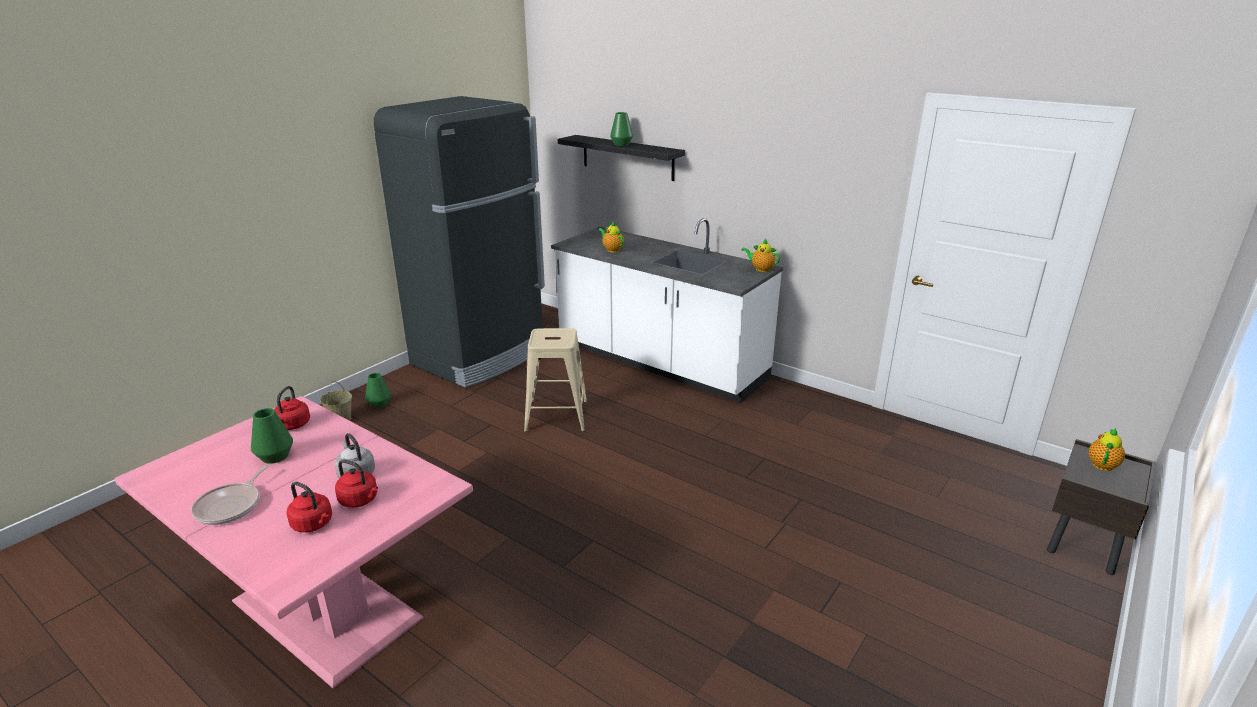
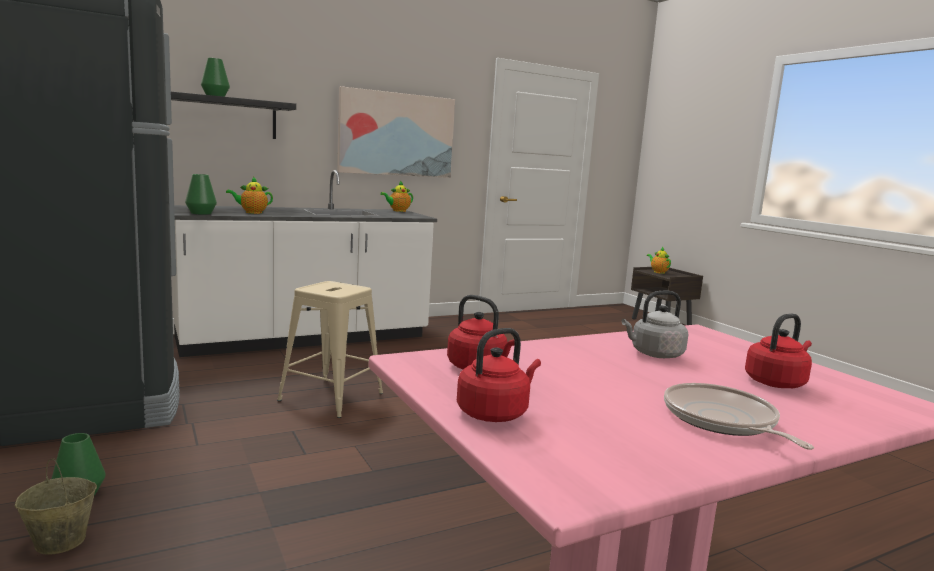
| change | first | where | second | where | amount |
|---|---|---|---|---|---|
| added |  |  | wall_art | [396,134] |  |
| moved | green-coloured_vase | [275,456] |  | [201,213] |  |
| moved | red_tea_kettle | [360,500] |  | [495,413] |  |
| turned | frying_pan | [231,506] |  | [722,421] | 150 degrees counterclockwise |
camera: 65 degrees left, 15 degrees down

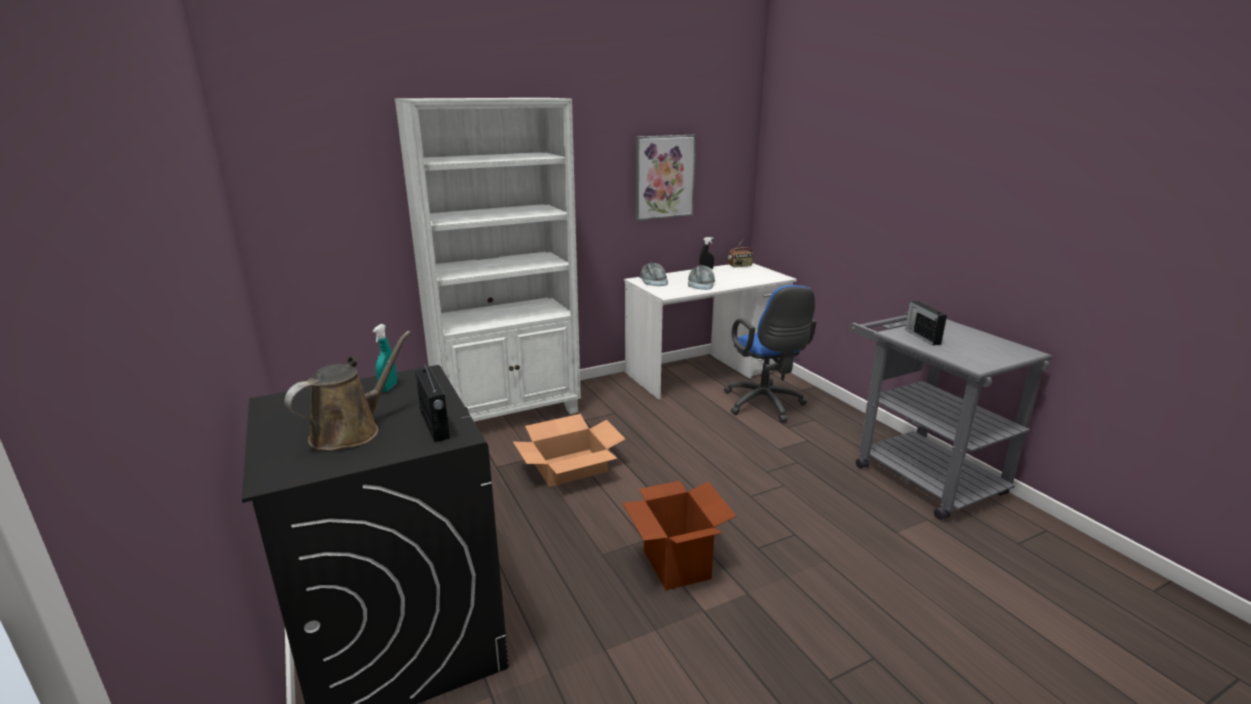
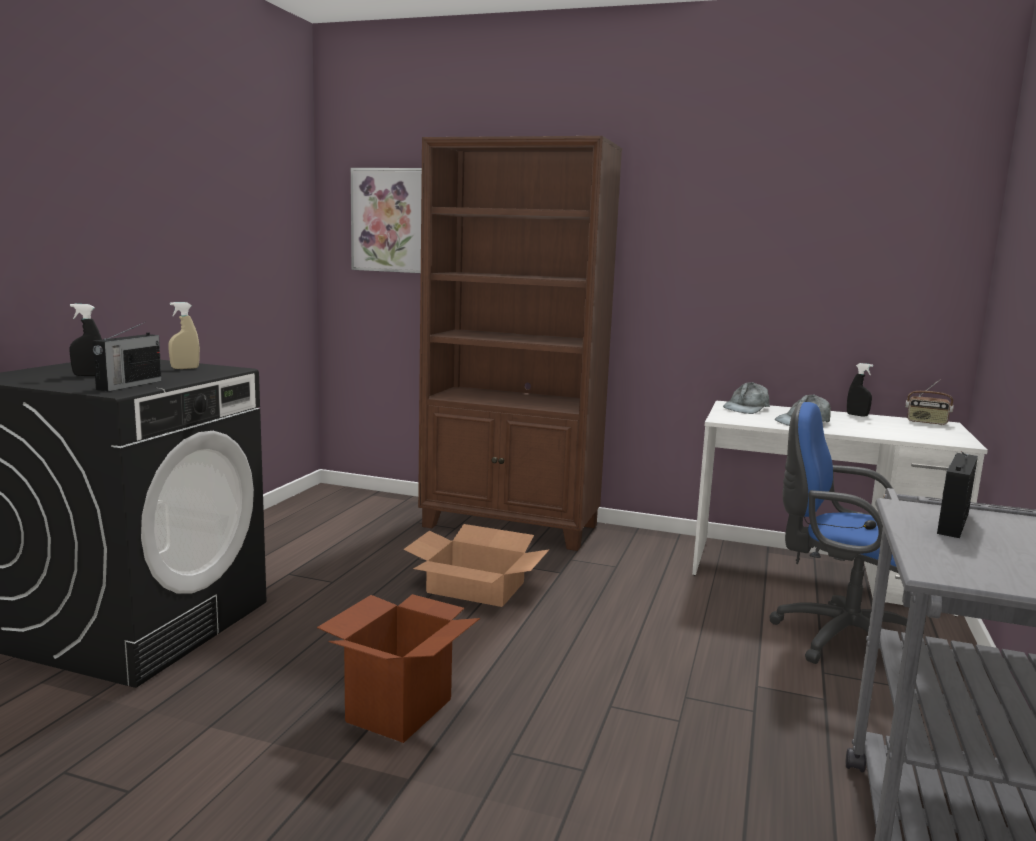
| change | first | where | second | where | amount |
|---|---|---|---|---|---|
| moved | wall_art | [664,177] |  | [390,220] |  |
| replaced | brown-coloured_sprinkling_can | [351,431] | blackish_sprayer | [88,375] |  |
| recoloured | blue-green_sprayer | [388,388] | beige_sprayer | [185,368] |  |
| recoloured | white-coloured_bookshelf | [509,413] | brown-coloured_bookshelf | [511,526] |  |
| turned | blue-coloured_computer_chair | [765,406] |  | [837,638] | 90 degrees clockwise |
camera: 45 degrees right, 10 degrees down

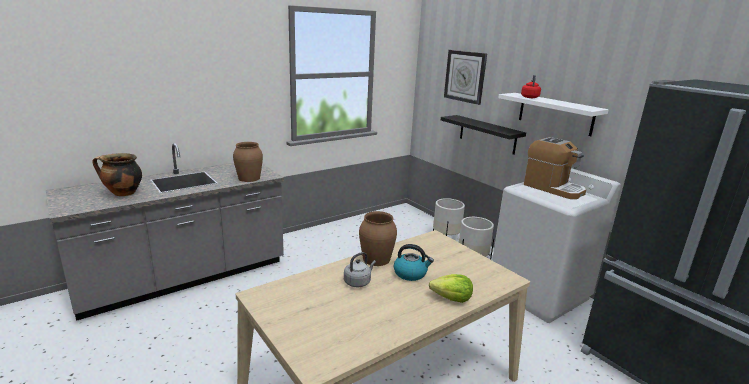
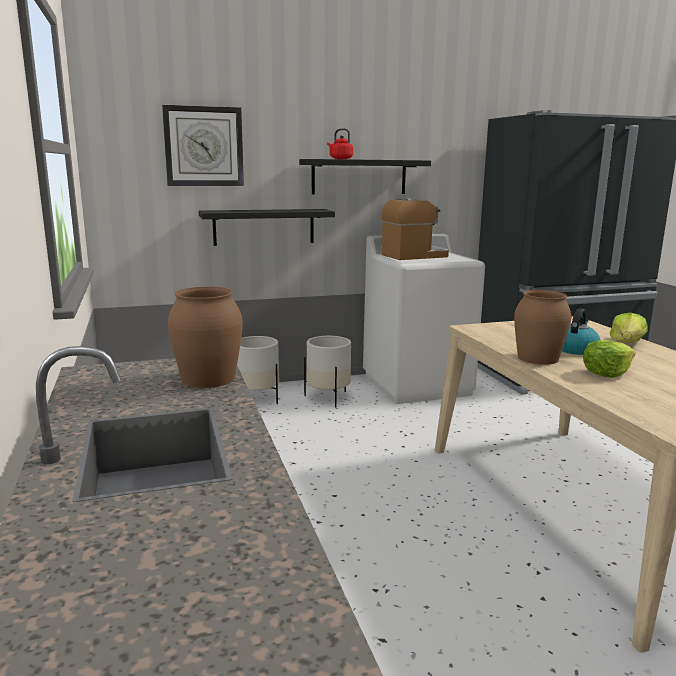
| change | first | where | second | where | amount |
|---|---|---|---|---|---|
| removed | cooking_pot | [123,193] |  |  |  |
| replaced | gray_tea_kettle | [358,282] | lettuce_head | [606,373] |  |
| recoloured | white-coloured_bracket_shelf | [555,114] | blackish_bracket_shelf | [359,177] |  |
camera: 70 degrees left, 5 degrees down

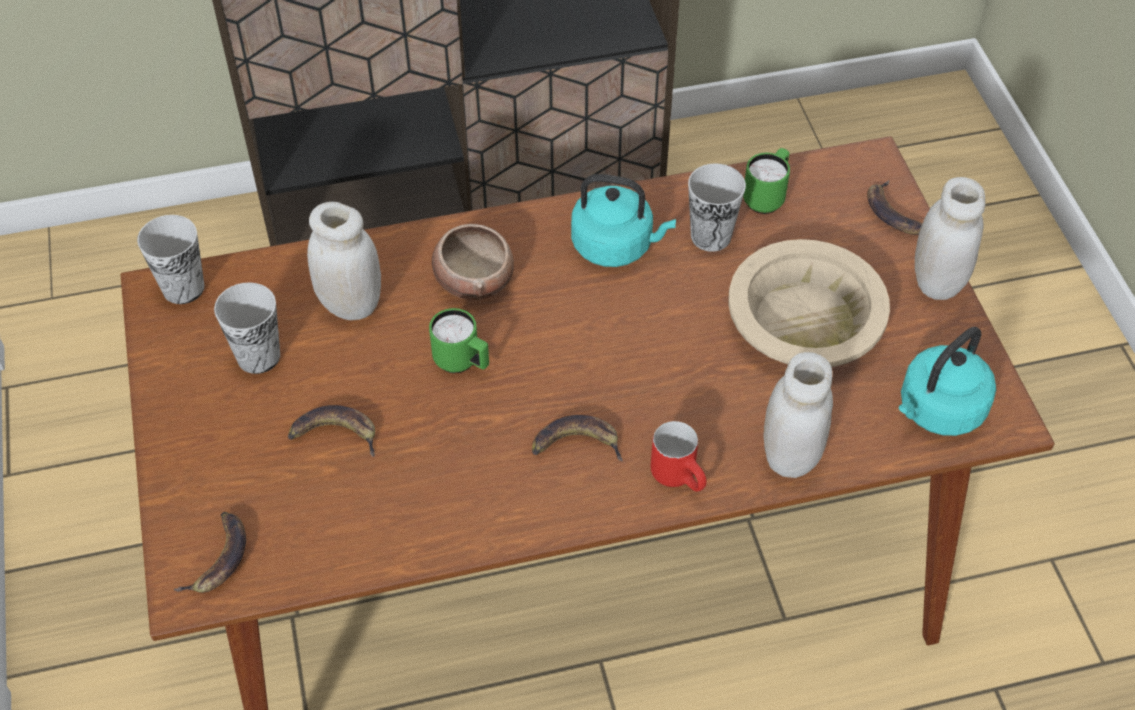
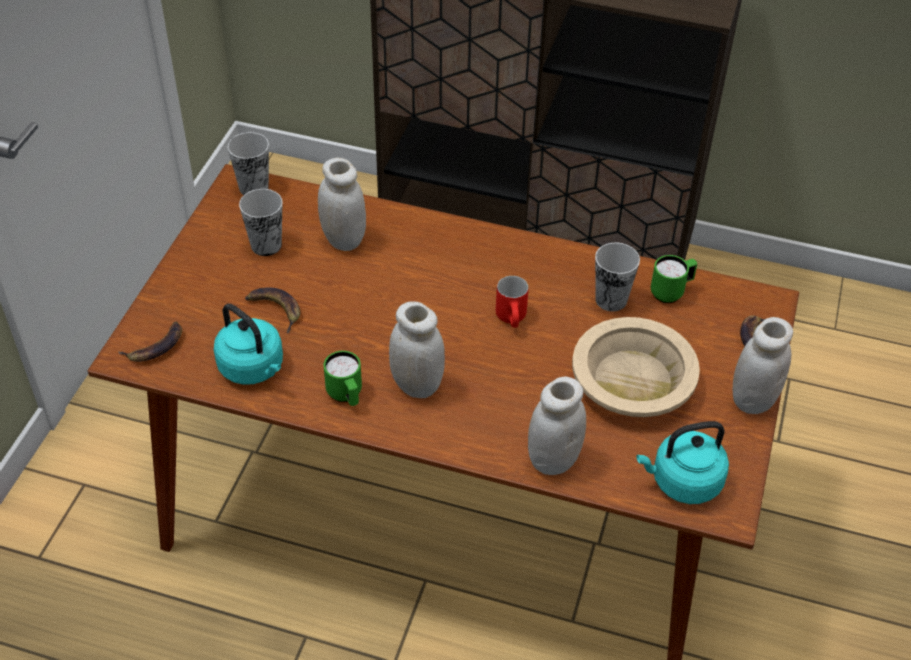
| change | first | where | second | where | amount |
|---|---|---|---|---|---|
| removed | deep_dish | [474,279] |  |  |  |
| moved | green-coloured_tea_mug | [462,363] |  | [346,396] |  |
| moved | blue-green_tea_kettle | [616,246] |  | [253,368] |  |
| moved | red_tea_mug | [681,476] |  | [514,319] |  |
| replaced | whole_banana | [576,444] | white-coloured_storage_jar | [417,385] |  |
camera: 30 degrees right, 5 degrees down

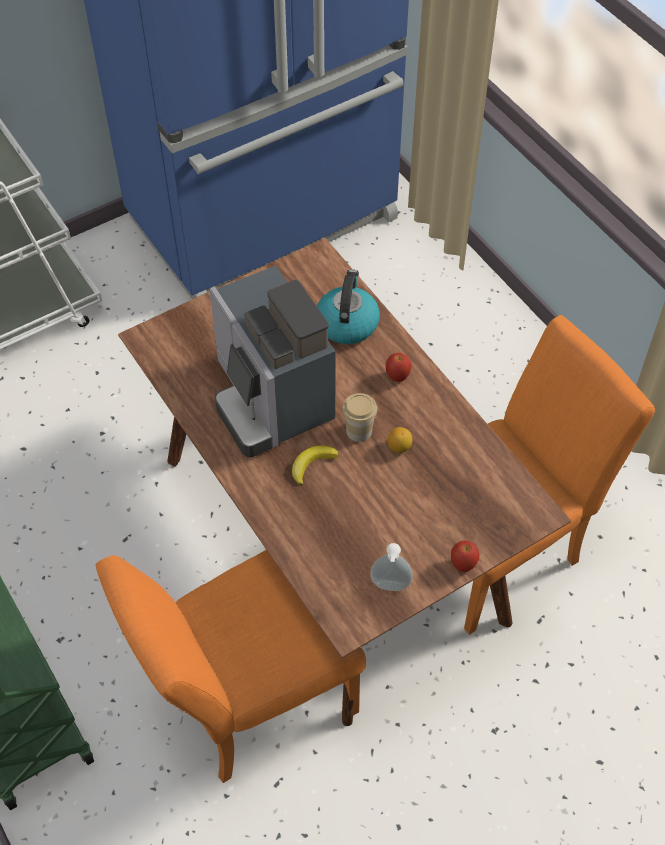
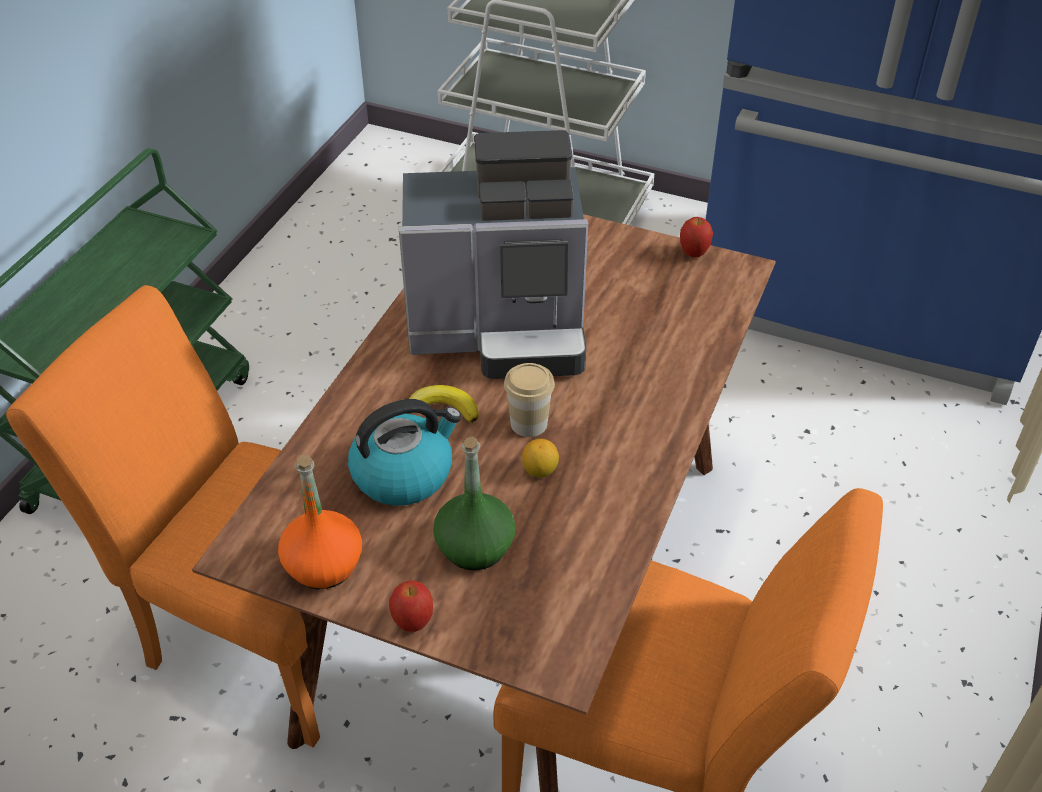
| change | first | where | second | where | amount |
|---|---|---|---|---|---|
| added |  |  | green-coloured_drink_bottle | [475,547] |  |
| moved | tea_kettle | [347,323] |  | [404,473] |  |
| moved | apple | [397,377] |  | [693,254] |  |
| replaced | soap_dispenser | [390,587] | orange_drink_bottle | [324,565] |  |
| turned | coffee_brewer | [270,399] |  | [502,331] | 120 degrees counterclockwise |
camera: 55 degrees right, 10 degrees down

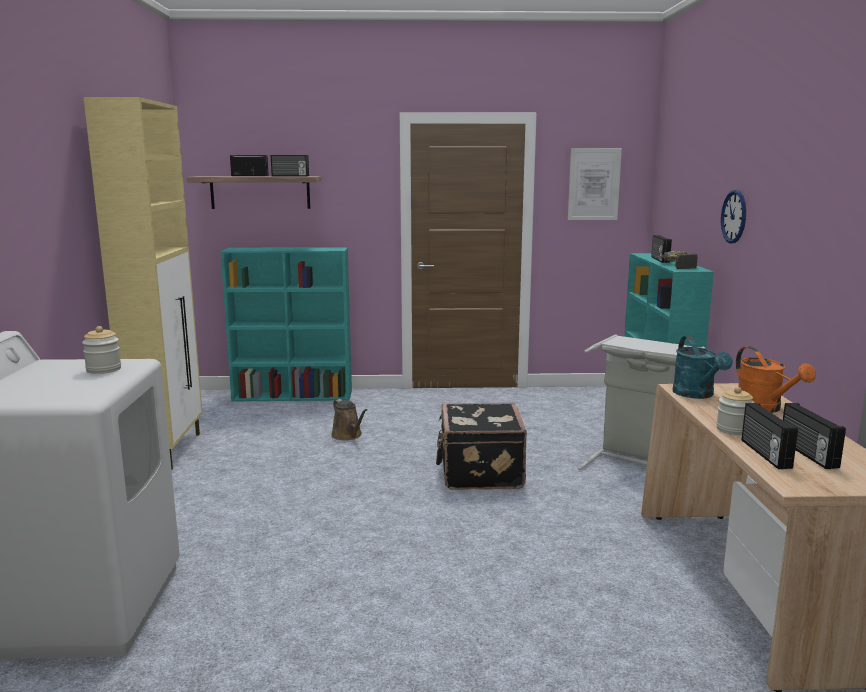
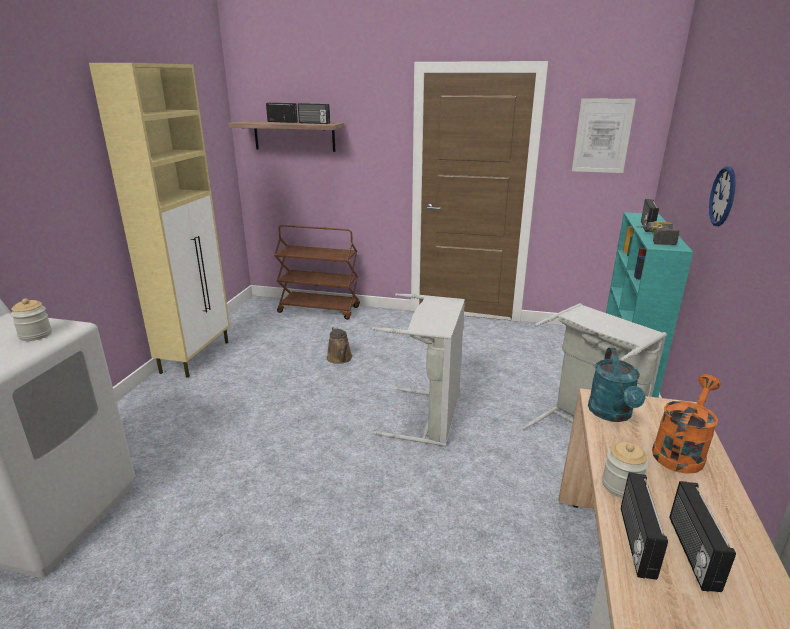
| change | first | where | second | where | amount |
|---|---|---|---|---|---|
| replaced | blue-green_bookshelf | [294,396] | brown-coloured_trolley | [320,310] |  |
| replaced | blackish_suitcase | [479,472] | gray_laundry_basket | [429,418] |  |
| turned | orange_sprinkling_can | [764,408] |  | [680,451] | 135 degrees counterclockwise |
camera: 15 degrees right, 10 degrees up

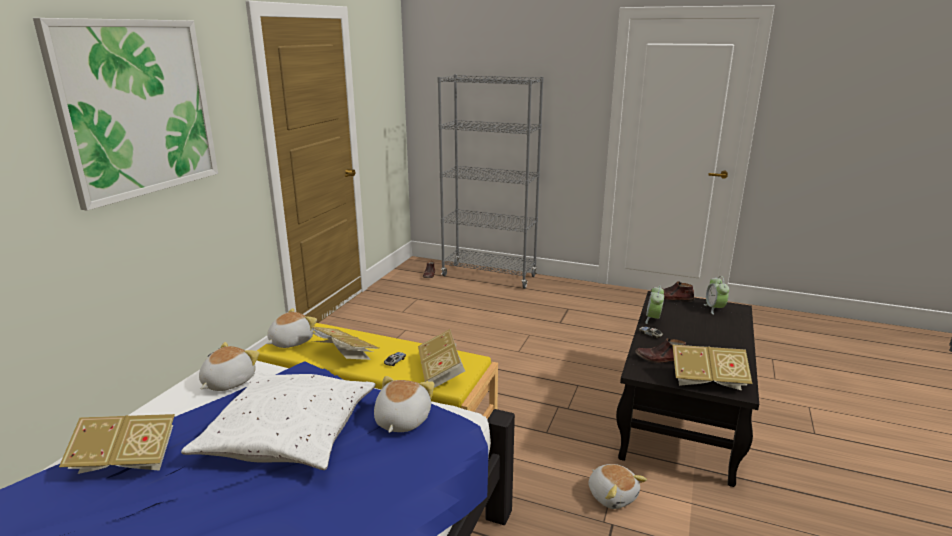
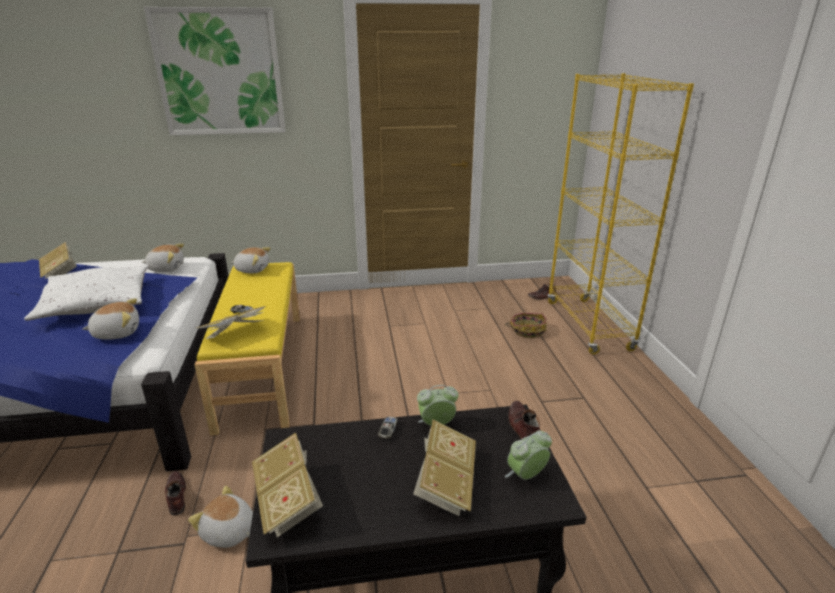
| change | first | where | second | where | amount |
|---|---|---|---|---|---|
| added |  |  | basket | [527,330] |  |
| moved | book | [344,355] |  | [445,483] |  |
| moved | brown-coloured_low_shoe | [660,359] |  | [176,496] |  |
| recoloured | gray_bookshelf | [489,276] | yellow-coloured_bookshelf | [588,325] |  |
| turned | soft_toy | [612,495] |  | [228,532] | 90 degrees clockwise |
camera: 60 degrees right, 5 degrees up

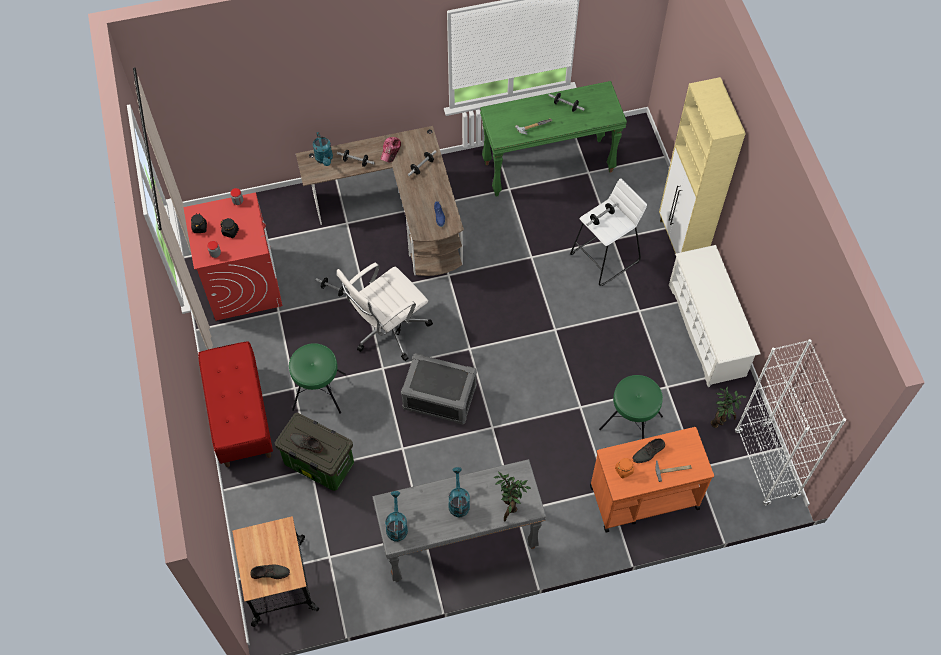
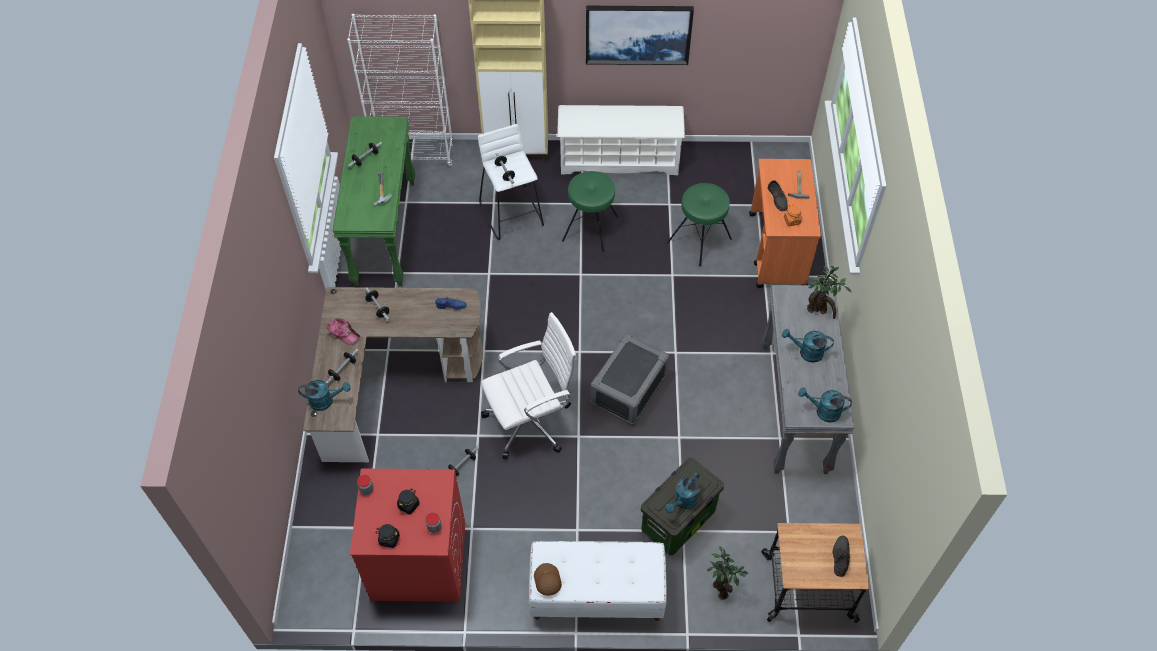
| change | first | where | second | where | amount |
|---|---|---|---|---|---|
| added |  |  | brown-coloured_peaked_cap | [547,581] |  |
| added |  |  | wall_art | [638,33] |  |
| moved | green-coloured_stool_seat | [319,392] |  | [590,228] |  |
| moved | potted_plant | [720,421] |  | [720,587] |  |
| moved | white-coloured_bookshelf | [765,464] |  | [414,155] |  |
| replaced | gray_low_shoe | [306,444] | blue-green_sprinkling_can | [683,502] |  |
| recoloured | red_bench | [240,415] | white-coloured_bench | [596,594] |  |
| turned | white-coloured_computer_chair | [388,329] |  | [531,421] | 90 degrees counterclockwise |
camera: 75 degrees left, 5 degrees down

